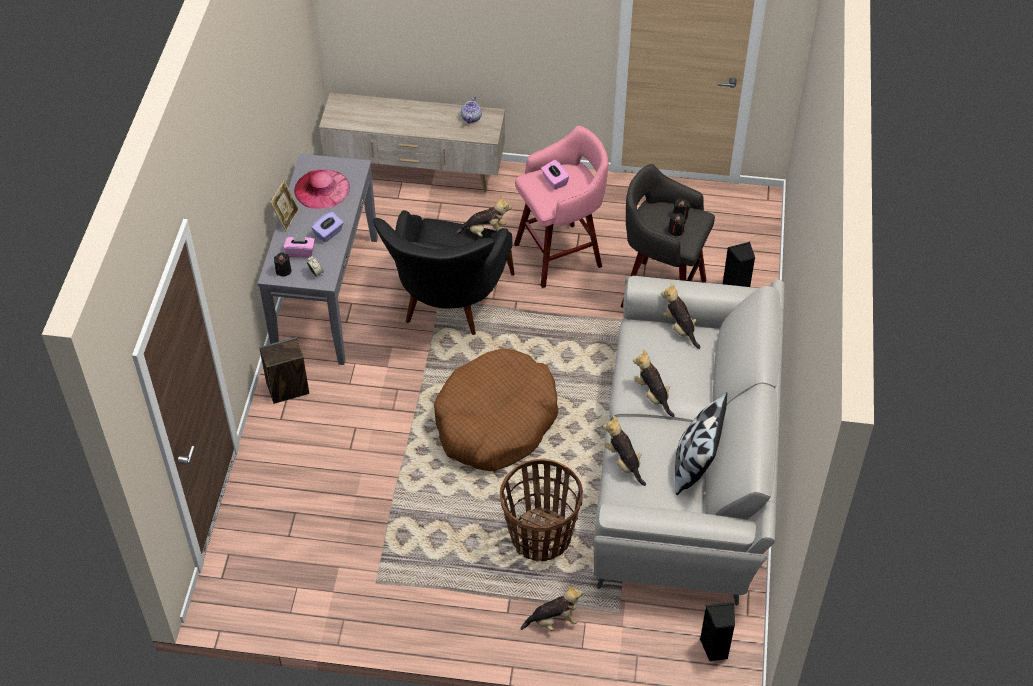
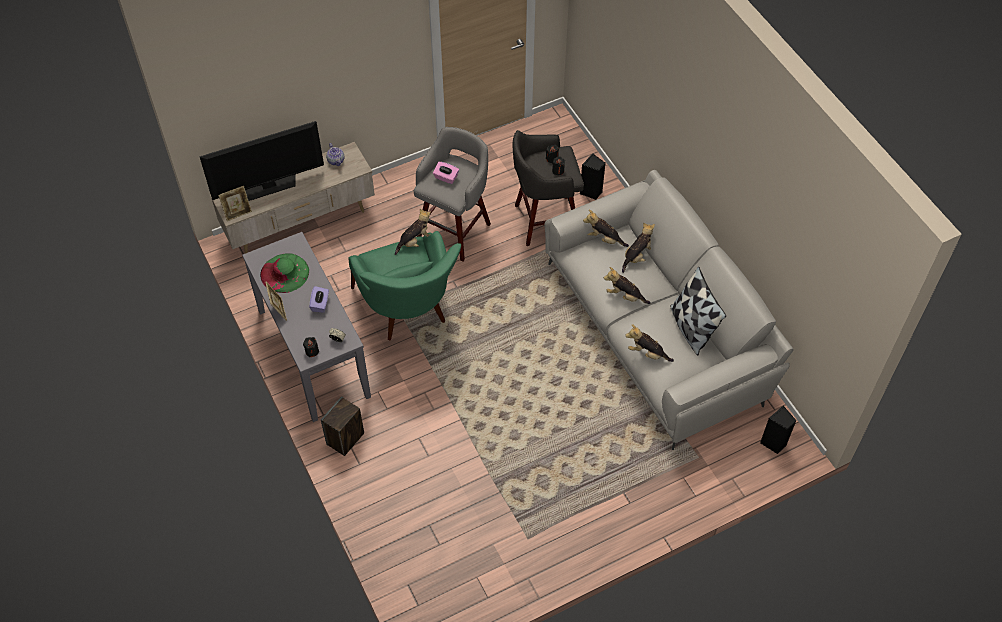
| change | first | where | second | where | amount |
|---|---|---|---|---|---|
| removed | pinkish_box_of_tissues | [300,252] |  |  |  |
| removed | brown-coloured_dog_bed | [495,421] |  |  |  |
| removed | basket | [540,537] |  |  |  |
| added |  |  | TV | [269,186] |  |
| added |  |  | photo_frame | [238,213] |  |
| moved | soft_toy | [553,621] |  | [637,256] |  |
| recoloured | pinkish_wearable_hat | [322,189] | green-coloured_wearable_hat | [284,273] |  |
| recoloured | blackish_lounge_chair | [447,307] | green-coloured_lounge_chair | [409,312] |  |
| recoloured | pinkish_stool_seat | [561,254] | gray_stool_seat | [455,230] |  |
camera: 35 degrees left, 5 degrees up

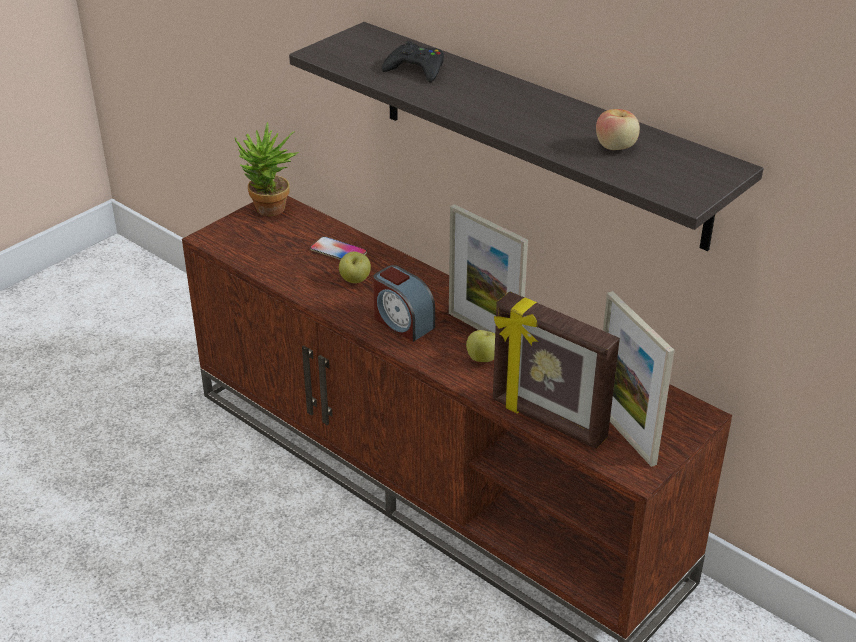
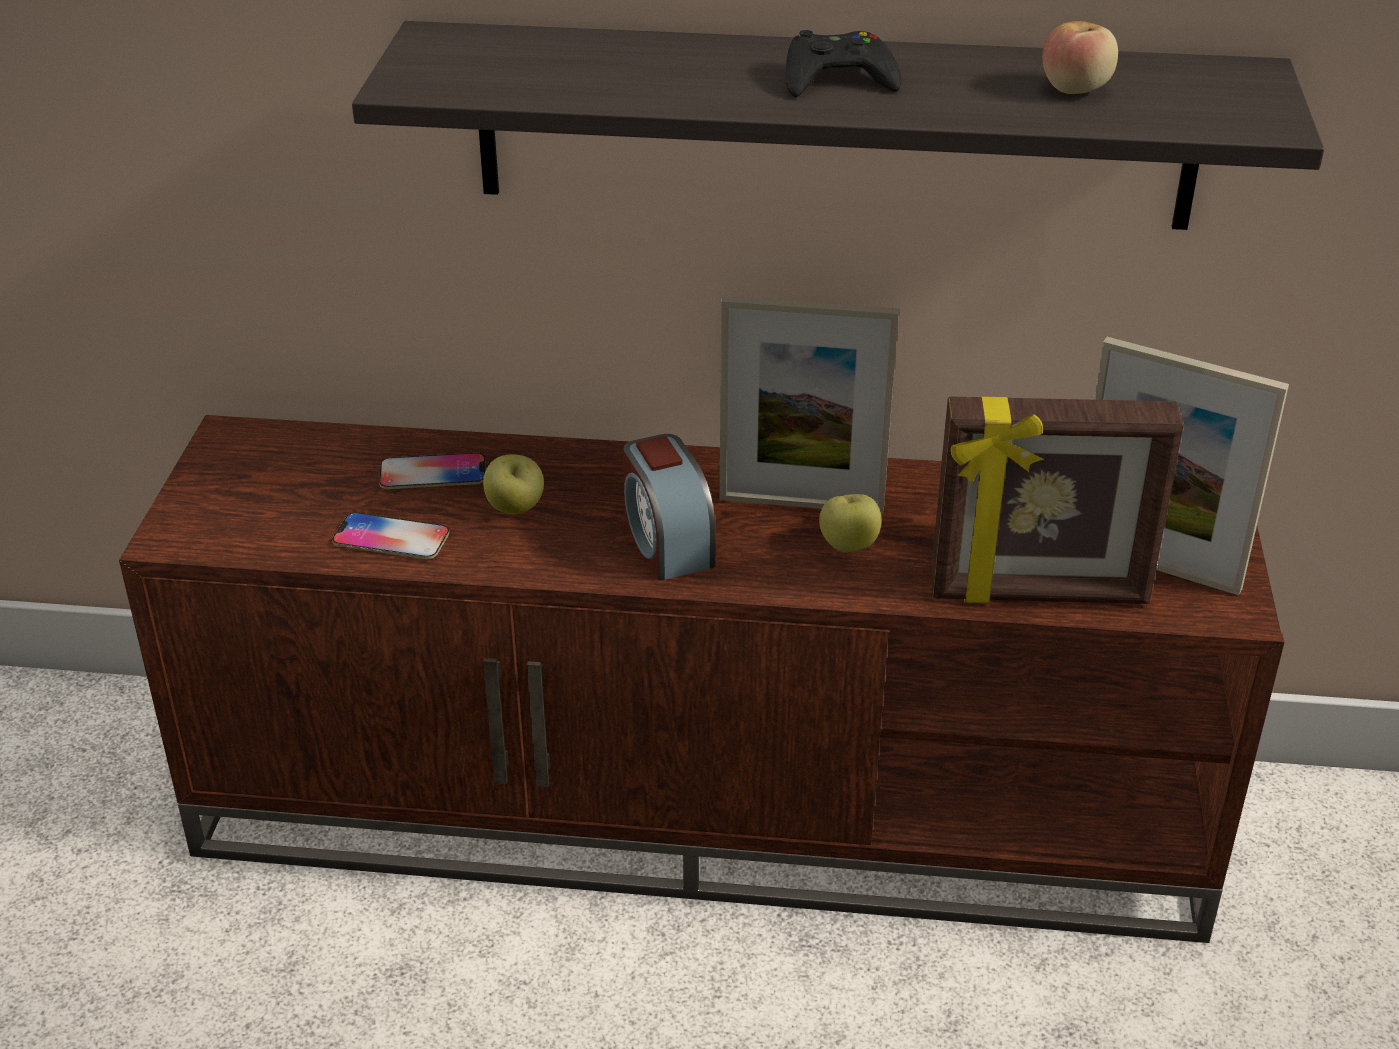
| change | first | where | second | where | amount |
|---|---|---|---|---|---|
| removed | potted_plant | [269,212] |  |  |  |
| added |  |  | telephone | [391,538] |  |
| moved | blackish_game_controller | [416,69] |  | [837,78] |  |
| turned | bedside_clock | [402,322] |  | [666,543] | 60 degrees clockwise |
camera: 35 degrees left, 0 degrees up

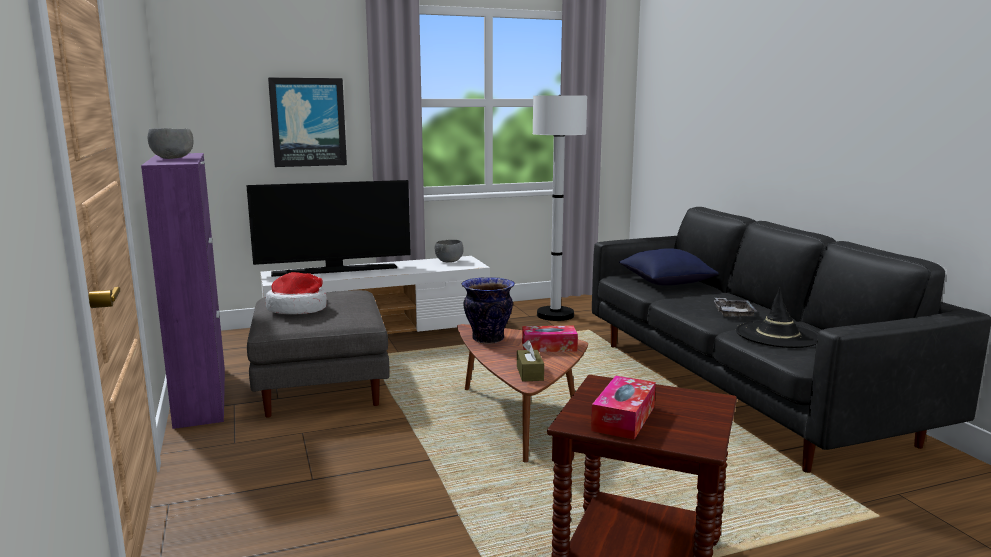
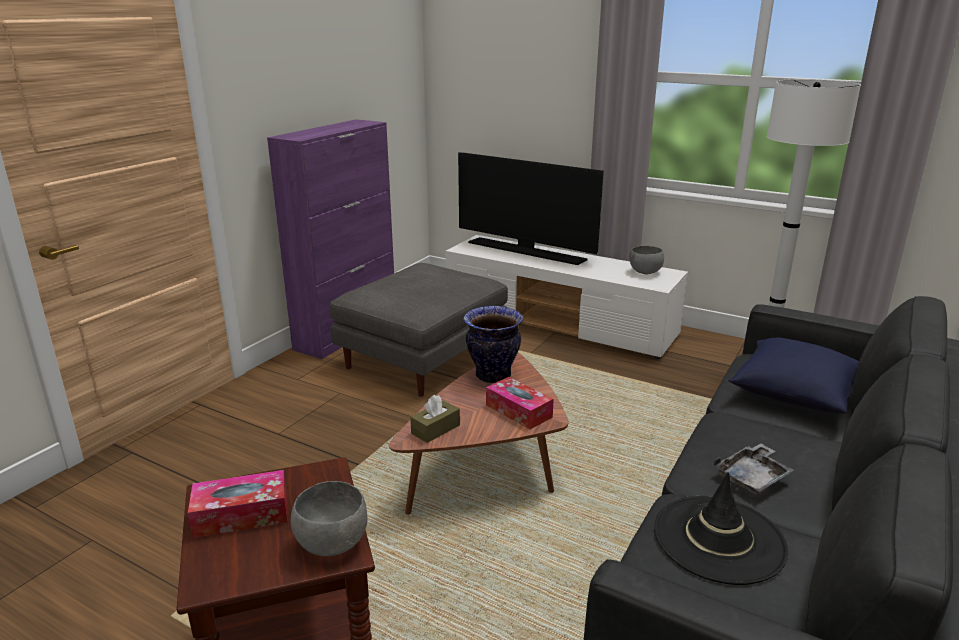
| change | first | where | second | where | amount |
|---|---|---|---|---|---|
| removed | wearable_hat | [298,309] |  |  |  |
| removed | wall_art | [308,122] |  |  |  |
| moved | gray_deep_dish | [172,158] |  | [332,543] |  |
camera: 50 degrees right, 10 degrees up

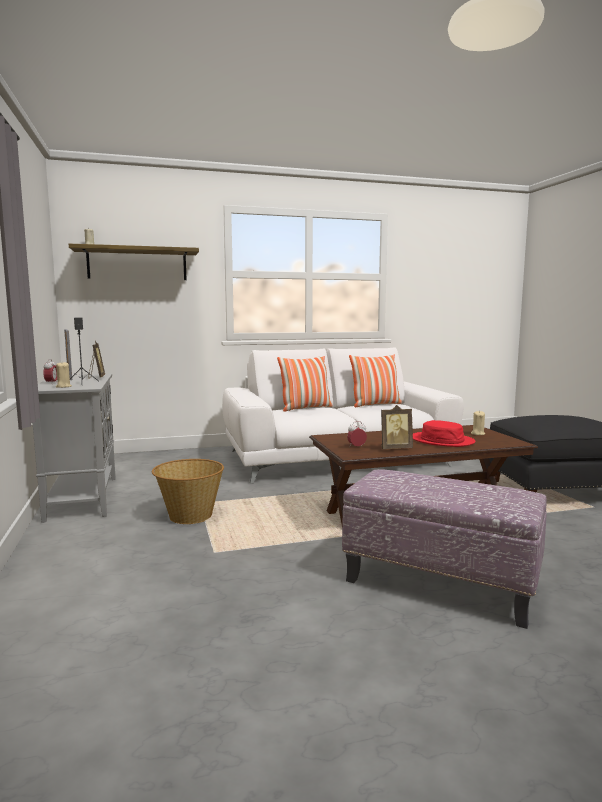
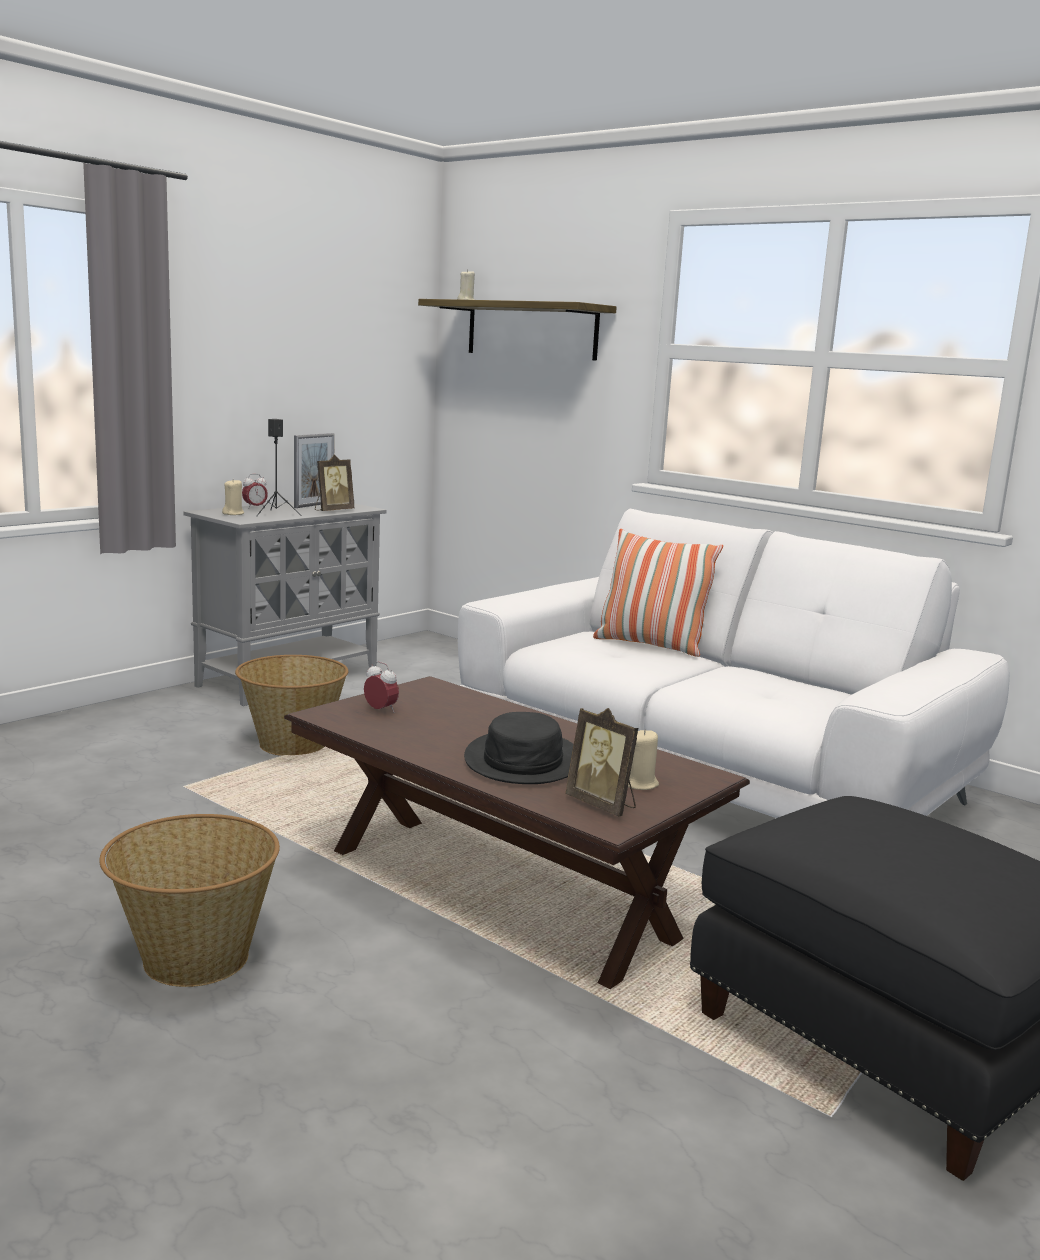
| change | first | where | second | where | amount |
|---|---|---|---|---|---|
| removed | cushion | [375,404] |  |  |  |
| moved | photo_frame | [395,448] |  | [603,805] |  |
| replaced | footrest | [438,584] | basket | [194,958] |  |
| recoloured | red_wearable_hat | [442,440] | blackish_wearable_hat | [523,760] |  |
camera: 55 degrees right, 5 degrees up

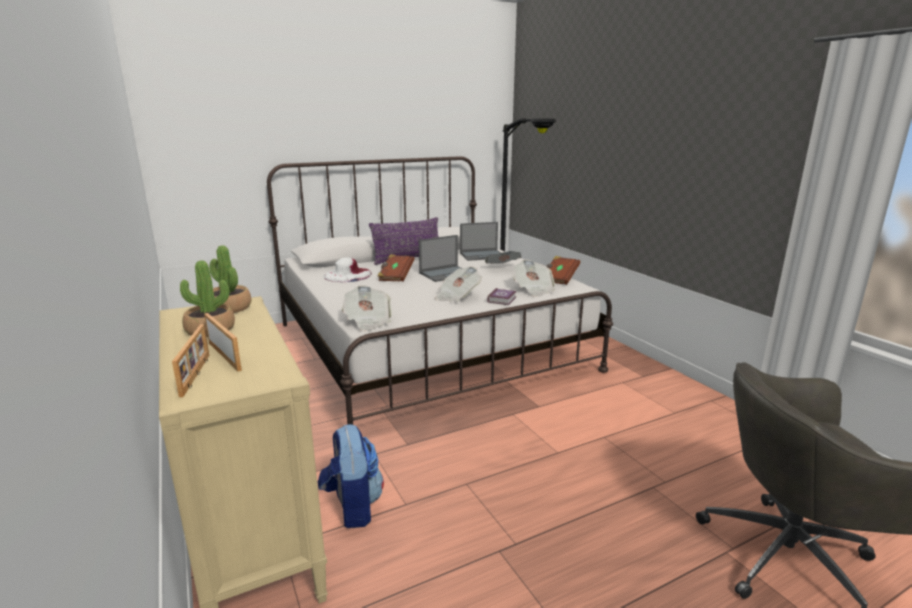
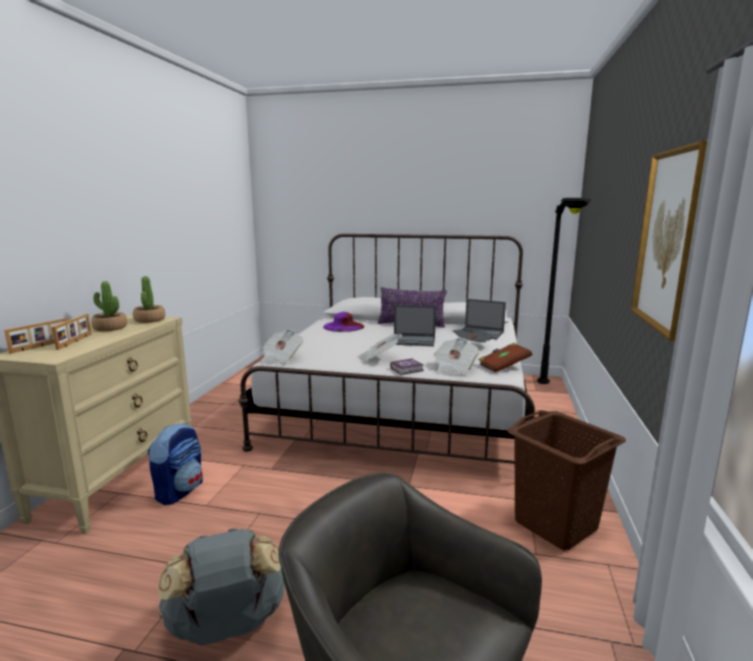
| change | first | where | second | where | amount |
|---|---|---|---|---|---|
| removed | brown-coloured_book | [396,276] |  |  |  |
| added |  |  | gray_backpack | [228,627] |  |
| added |  |  | brown-coloured_laundry_basket | [555,525] |  |
| added |  |  | wall_art | [669,240] |  |
| recoloured | white-coloured_wearable_hat | [347,274] | purple-coloured_wearable_hat | [343,326] |  |
camera: 40 degrees right, 5 degrees down

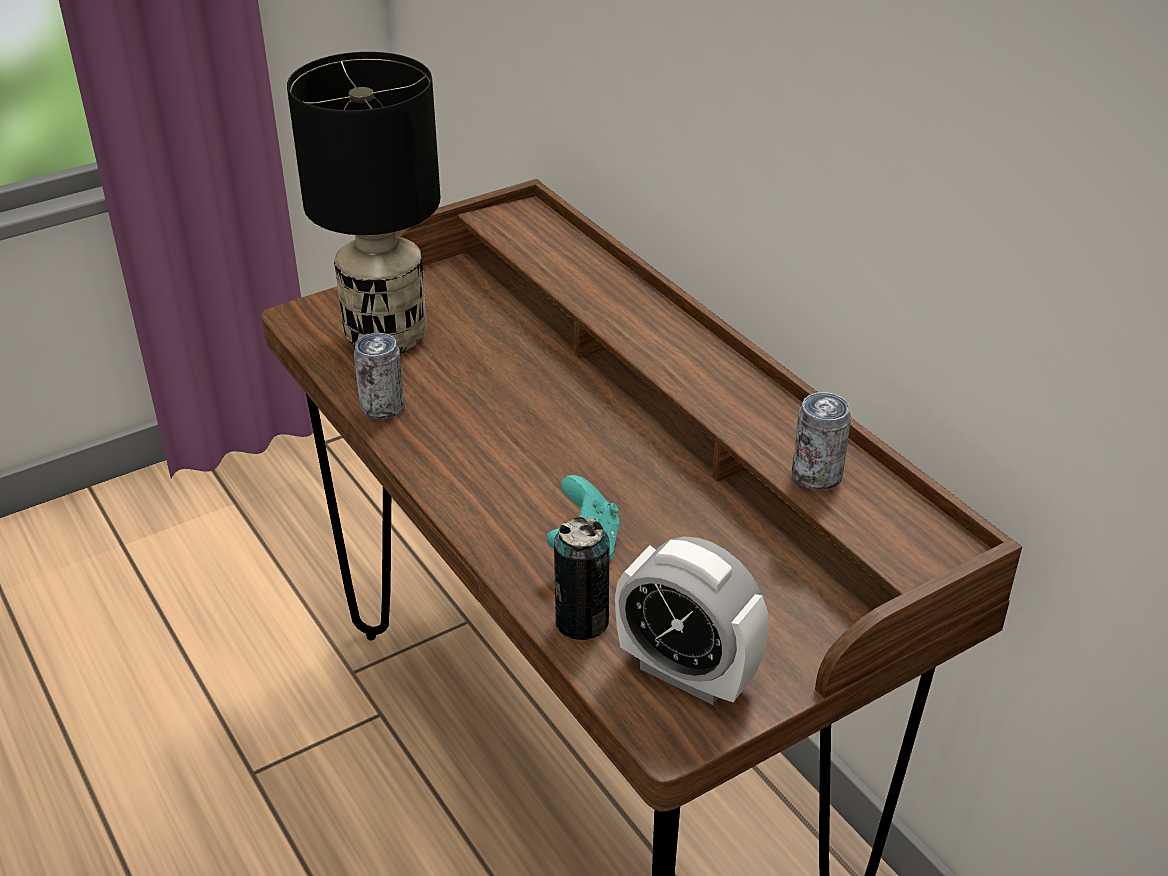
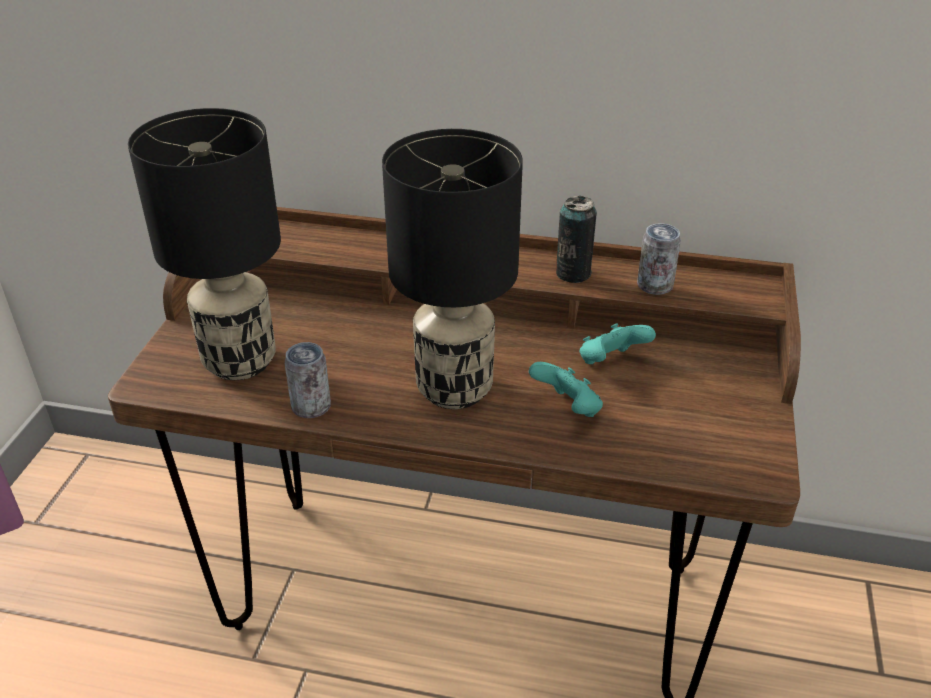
| change | first | where | second | where | amount |
|---|---|---|---|---|---|
| removed | bedside_clock | [687,673] |  |  |  |
| added |  |  | blackish_table_lamp | [452,389] |  |
| added |  |  | blue-green_game_controller | [610,362] |  |
| moved | metal_can | [582,621] |  | [573,273] |  |
camera: 45 degrees left, 0 degrees up

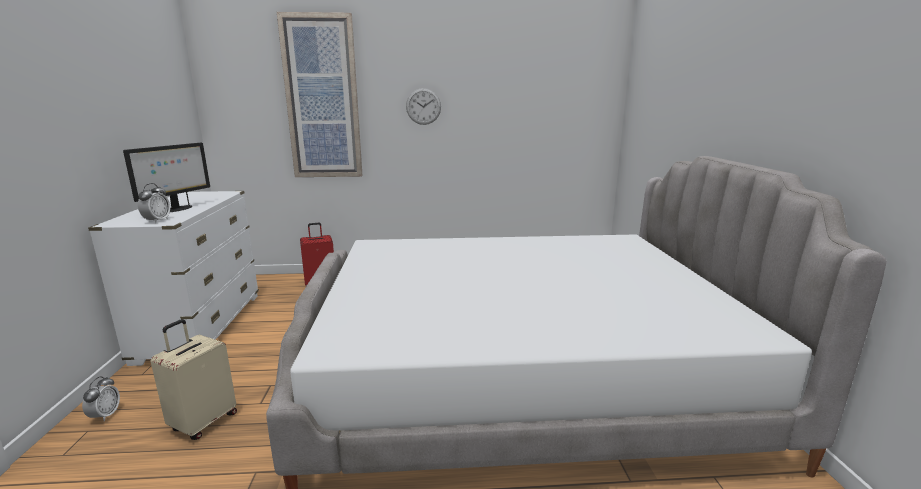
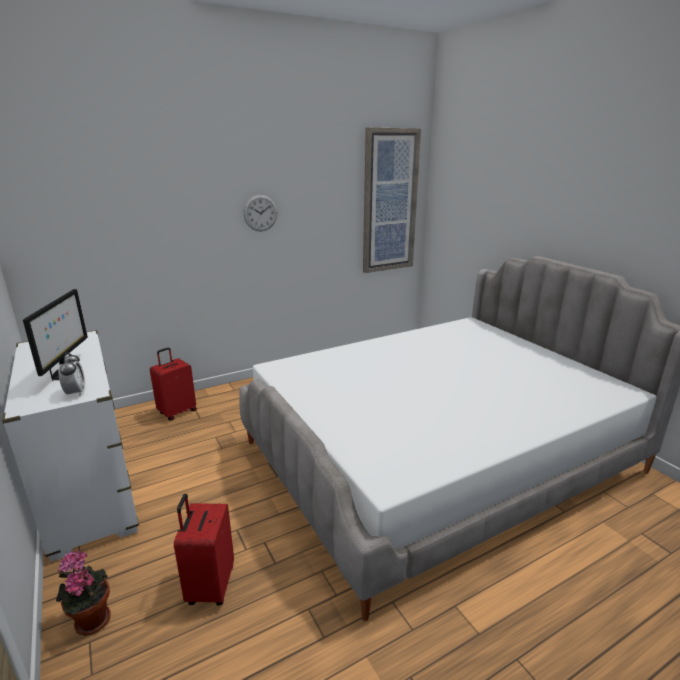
| change | first | where | second | where | amount |
|---|---|---|---|---|---|
| moved | wall_art | [322,98] |  | [389,202] |  |
| replaced | bedside_clock | [105,415] | potted_plant | [91,619] |  |
| recoloured | beige_suitcase | [203,422] | red_suitcase | [209,586] |  |
camera: 25 degrees left, 5 degrees up

